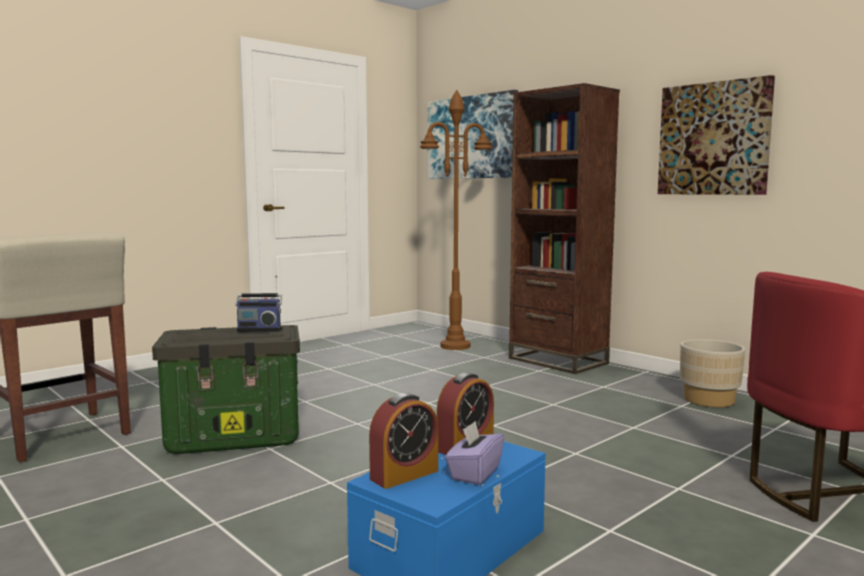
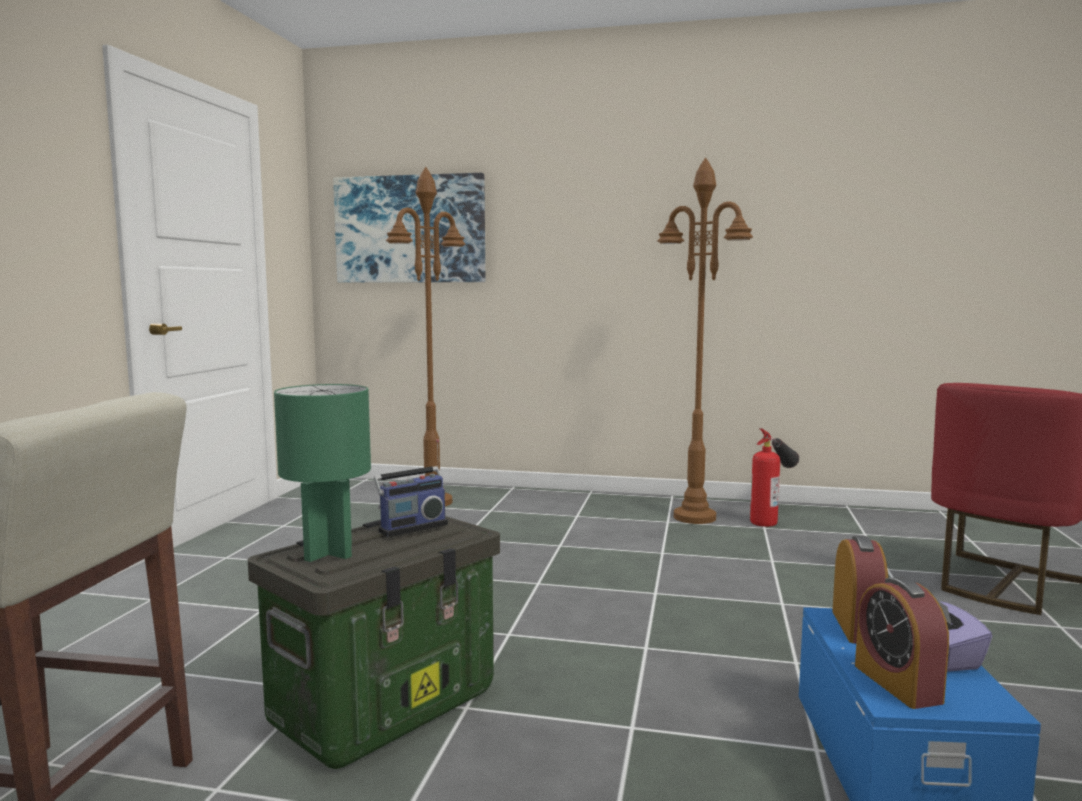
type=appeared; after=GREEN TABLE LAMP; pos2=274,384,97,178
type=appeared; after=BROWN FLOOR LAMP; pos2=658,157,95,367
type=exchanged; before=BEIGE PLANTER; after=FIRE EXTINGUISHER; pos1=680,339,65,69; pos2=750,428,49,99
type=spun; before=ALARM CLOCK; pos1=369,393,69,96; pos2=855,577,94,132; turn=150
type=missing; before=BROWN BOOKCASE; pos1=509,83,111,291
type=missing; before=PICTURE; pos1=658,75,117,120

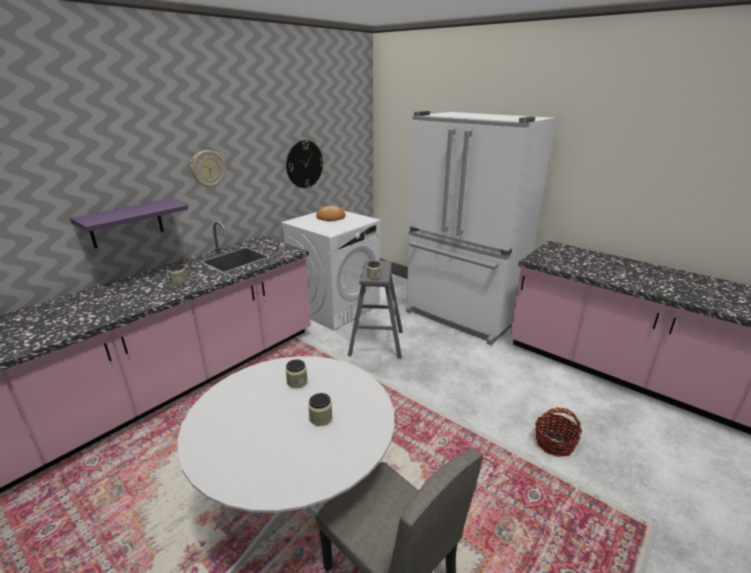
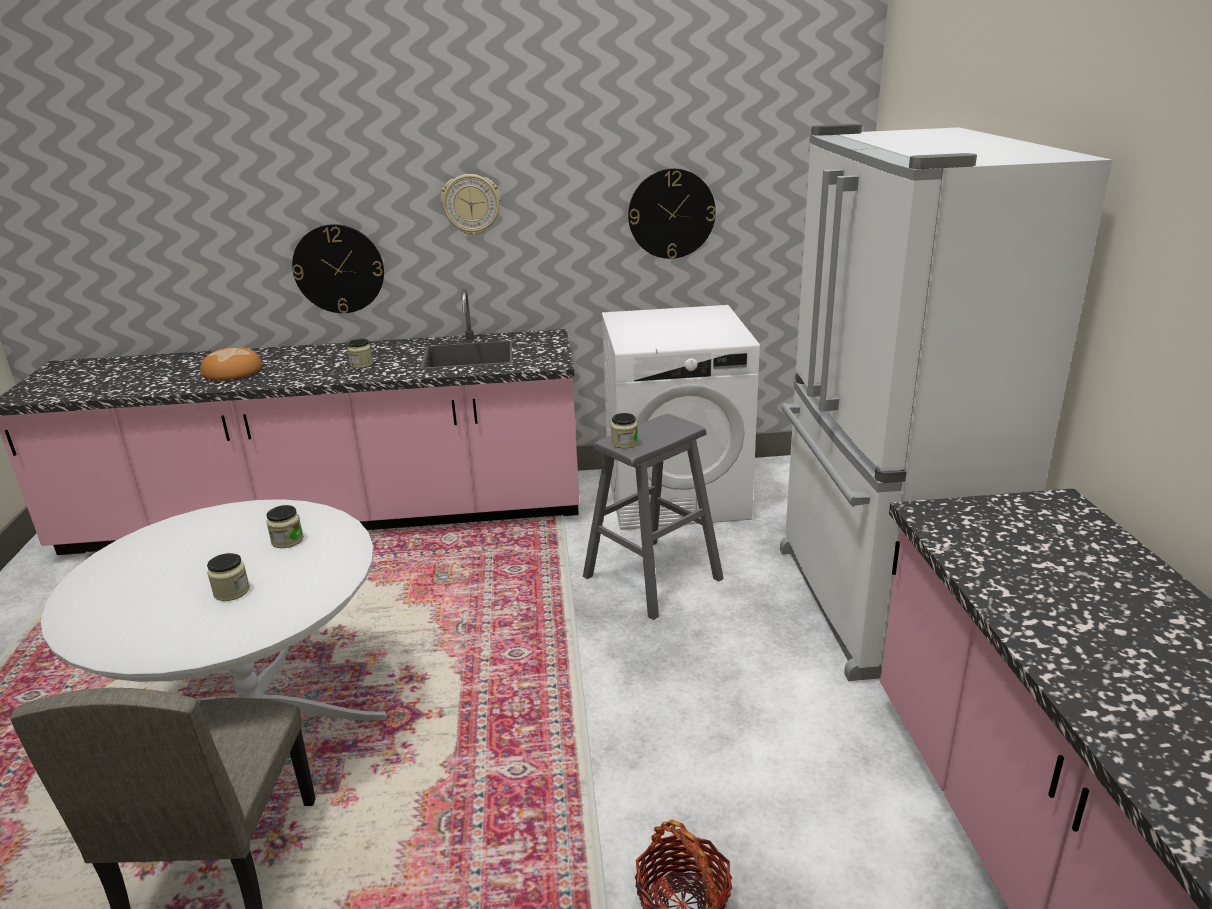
type=relocated; before=BREAD; pos1=316,205,30,16; pos2=200,347,63,34
type=exchanged; before=PURPLE SHELF; after=WALL CLOCK; pos1=70,199,118,49; pos2=292,224,92,89

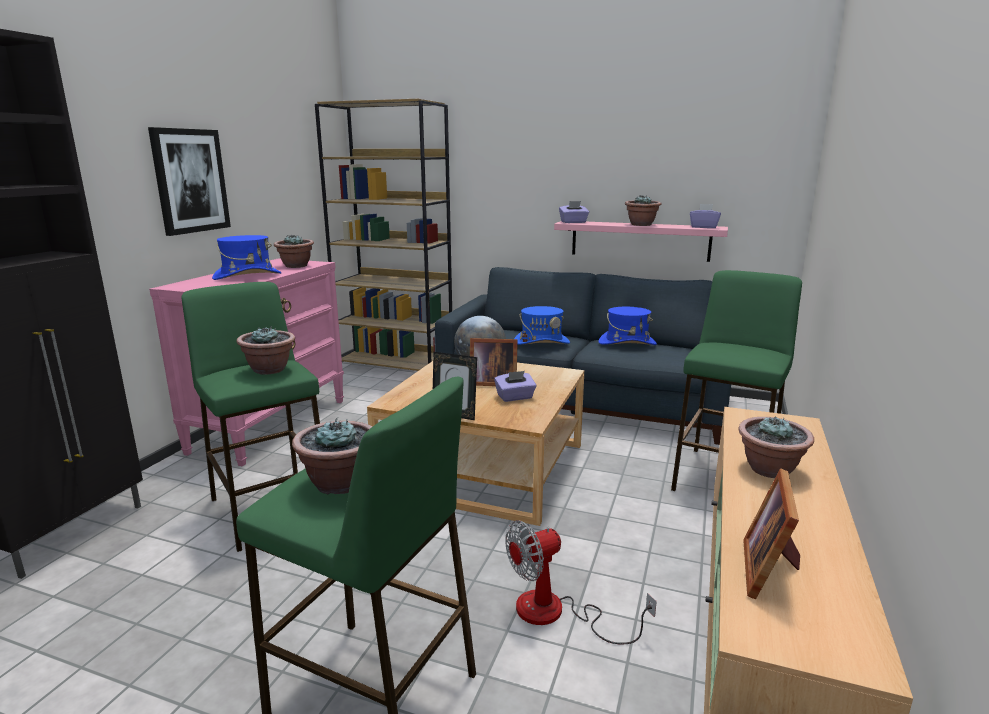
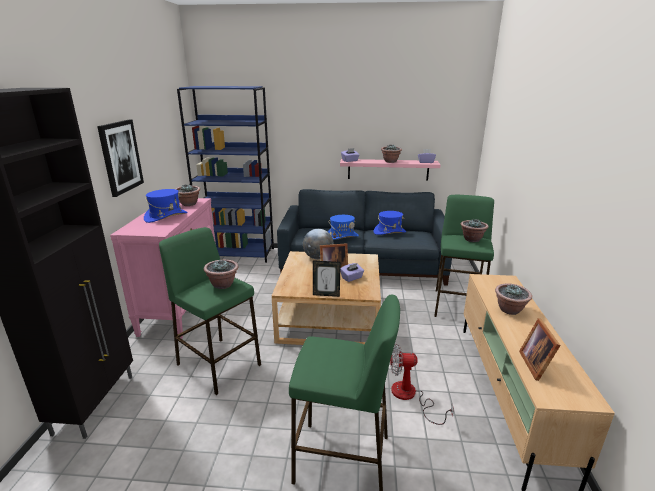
type=colour; before=BROWN BOOKCASE; after=BLUE BOOKCASE; pos1=315,99,137,272; pos2=177,86,97,177
type=spun; before=FAN; pos1=505,520,152,124; pos2=390,344,64,81; turn=45
type=relocated; before=POTTED PLANT; pos1=292,417,81,77; pos2=461,218,28,24

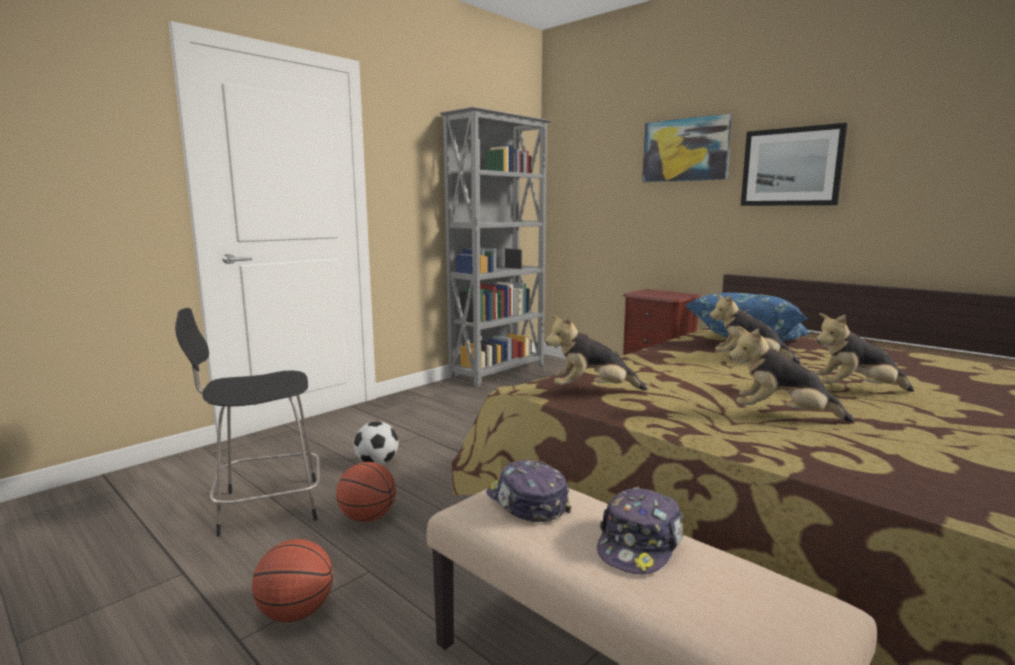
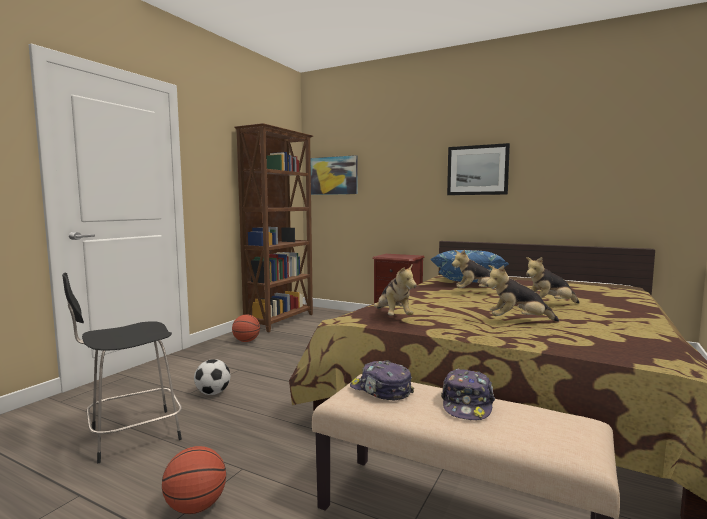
type=relocated; before=BASKETBALL; pos1=336,462,60,60; pos2=232,314,28,28
type=colour; before=GREY BOOKCASE; after=BROWN BOOKCASE; pos1=440,107,112,280; pos2=234,123,79,209
type=relocated; before=PICTURE; pos1=642,113,90,69; pos2=311,155,47,40
type=spun; before=PLUSH TOY; pos1=545,315,102,75; pos2=374,265,43,51; turn=-90

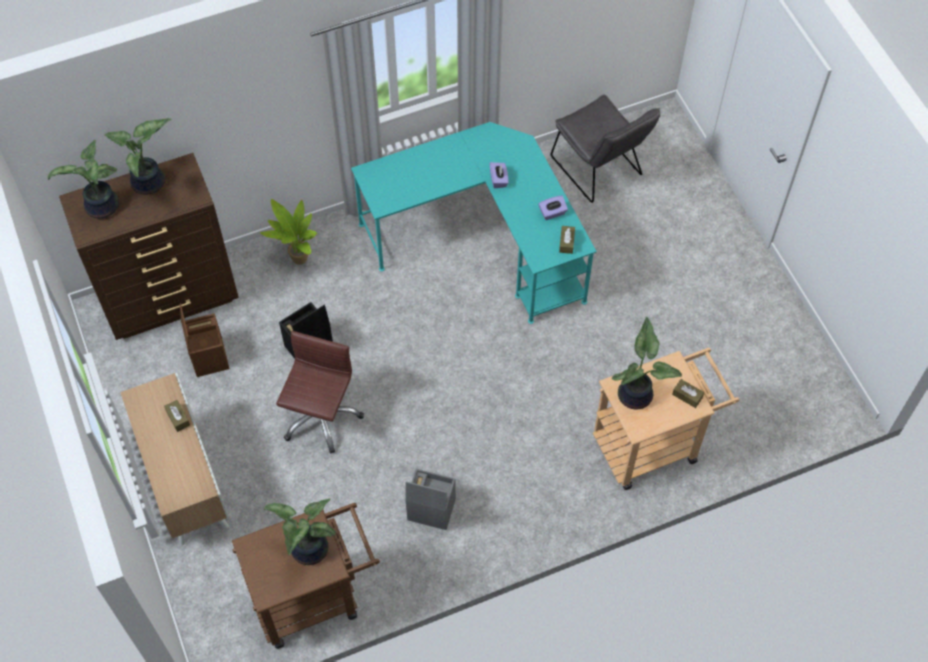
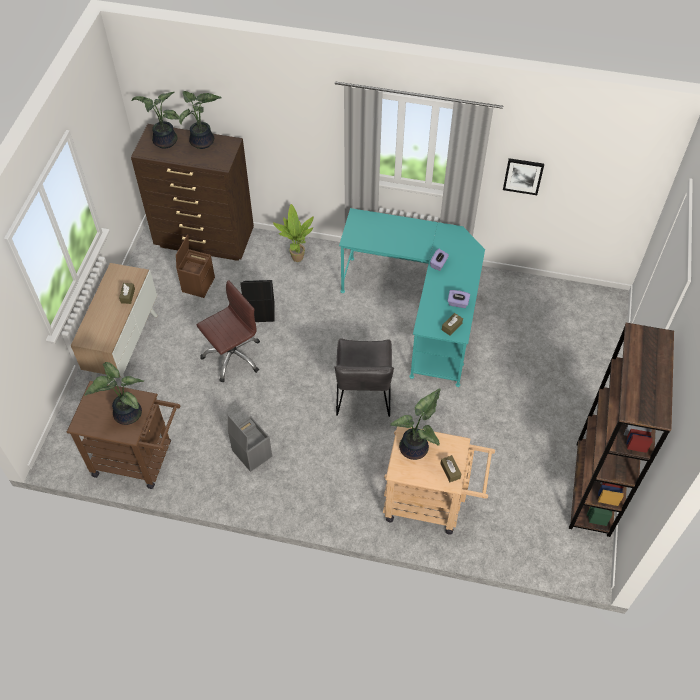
type=relocated; before=GREY CHAIR; pos1=551,95,109,108; pos2=334,339,60,78
type=appeared; after=PICTURE; pos2=503,158,41,37
type=appeared; after=BROWN BOOKCASE; pos2=569,323,105,214

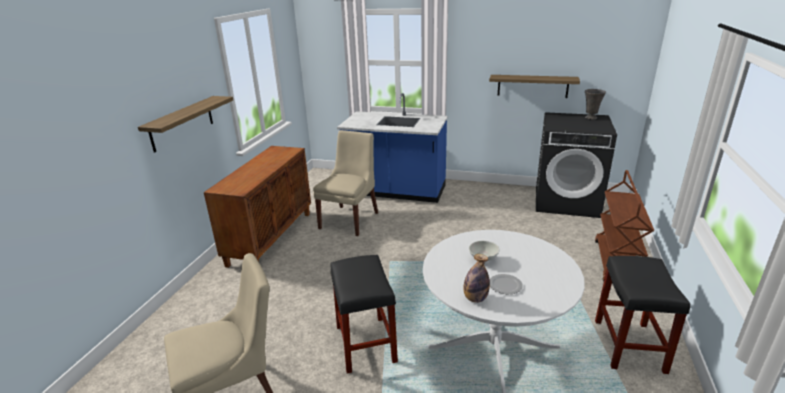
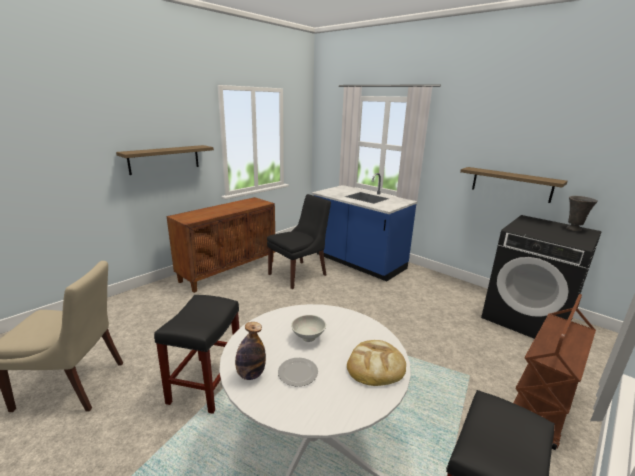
type=colour; before=BEIGE CHAIR; after=BLACK CHAIR; pos1=313,130,65,106; pos2=267,194,64,95
type=appeared; after=BREAD; pos2=347,340,59,46

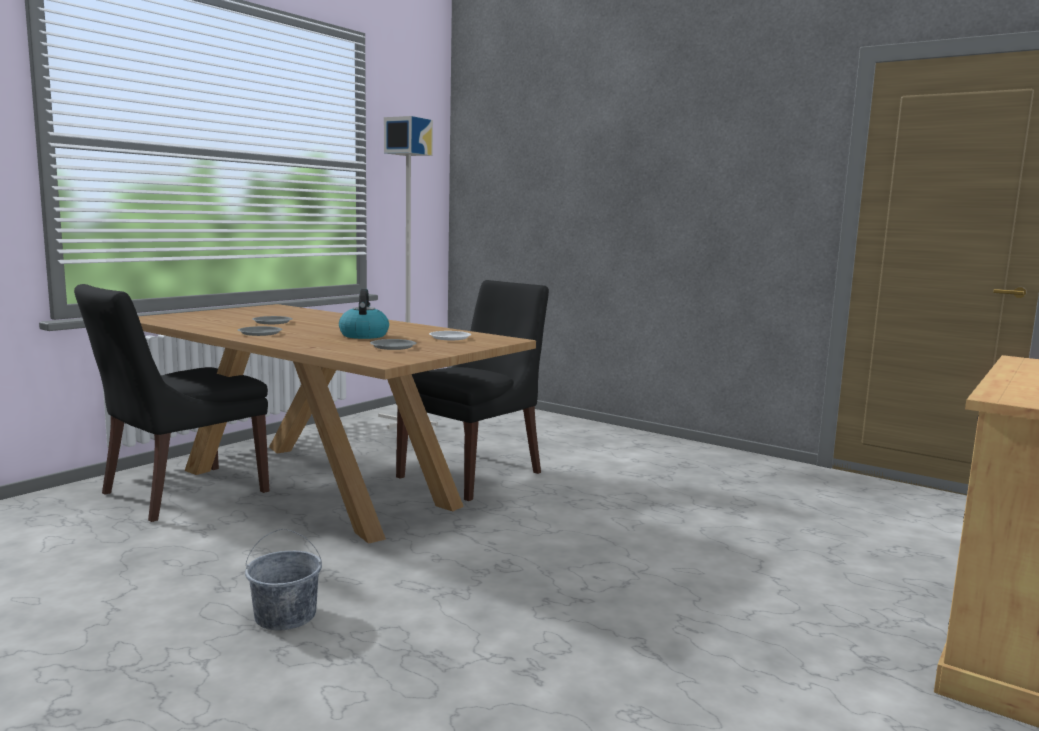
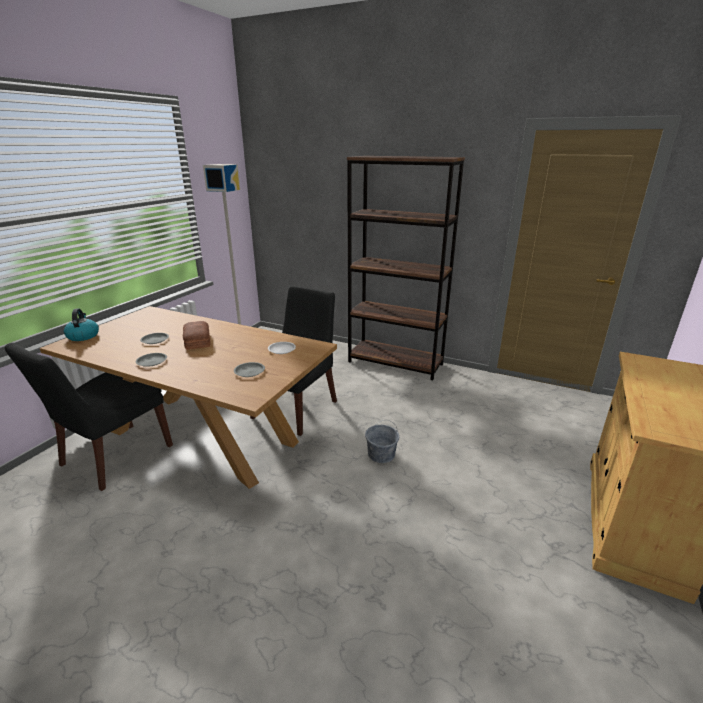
type=relocated; before=KETTLE; pos1=339,289,50,50; pos2=64,308,35,33
type=appeared; after=BREAD; pos2=183,321,27,29
type=appeared; after=BROWN BOOKCASE; pos2=347,156,118,224
type=relocated; before=GREY BUCKET; pos1=245,529,77,101; pos2=365,420,34,43

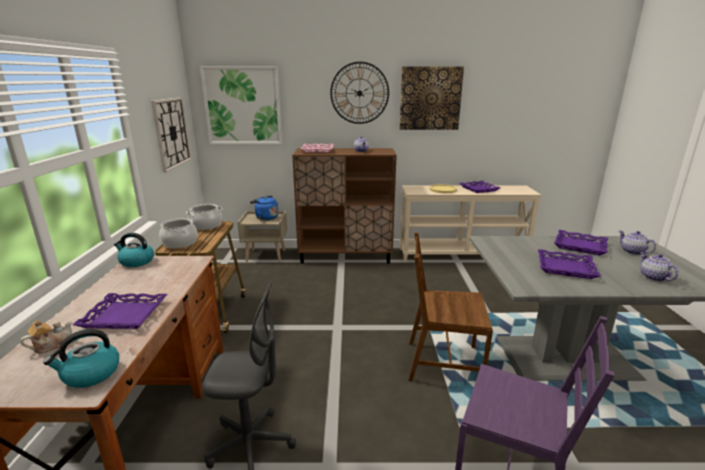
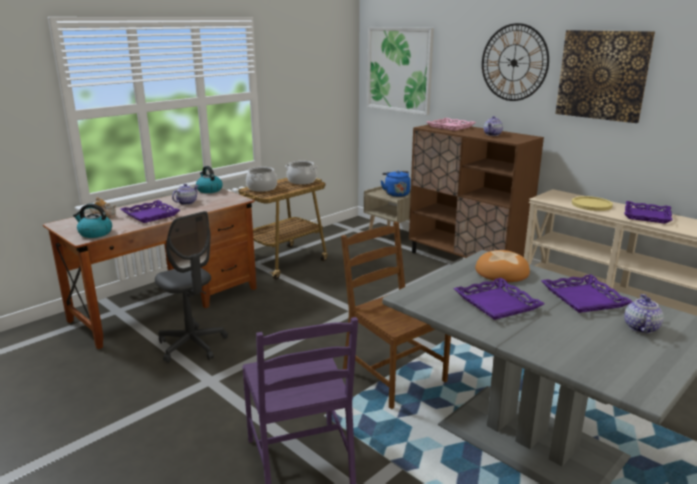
type=relocated; before=TEAPOT; pos1=640,252,39,30; pos2=172,184,27,21
type=appeared; after=BREAD; pos2=475,250,55,32
type=missing; before=WALL CLOCK; pos1=151,97,40,76

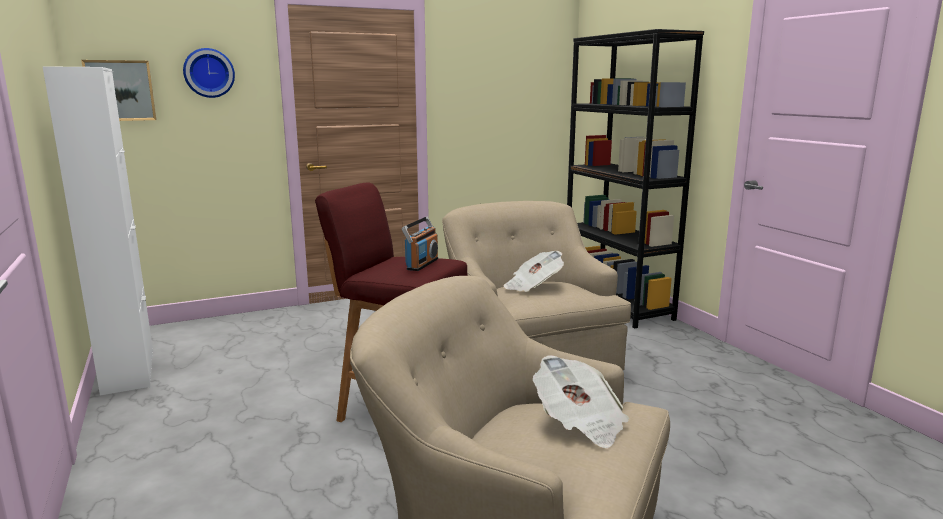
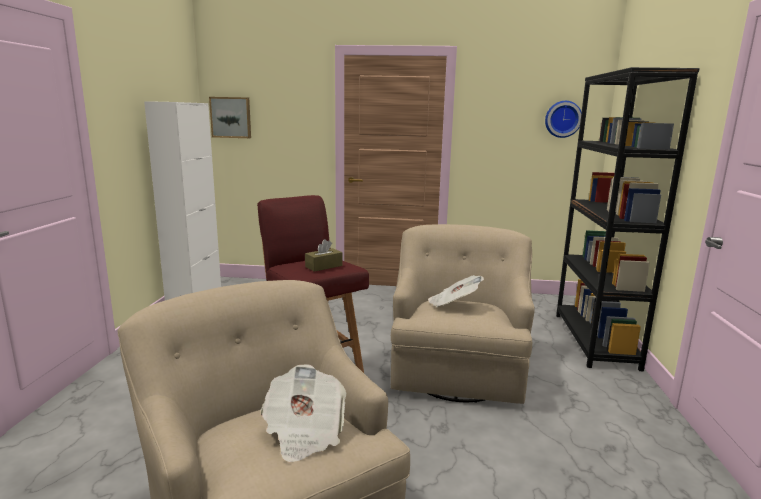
type=exchanged; before=RADIO; after=BROWN TISSUE BOX; pos1=402,217,36,54; pos2=305,239,37,33
type=relocated; before=WALL CLOCK; pos1=183,48,52,50; pos2=545,101,36,37

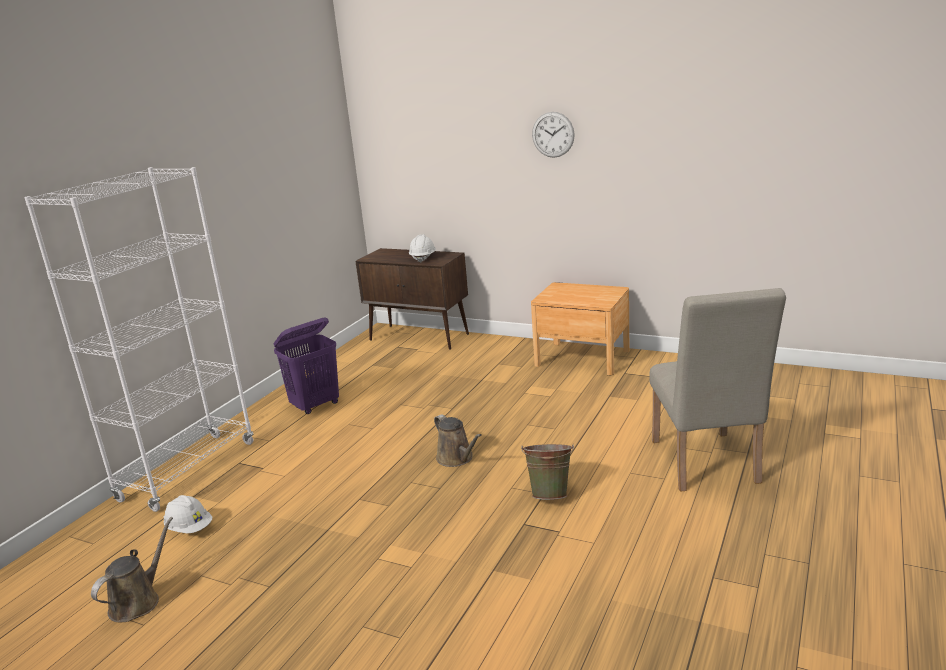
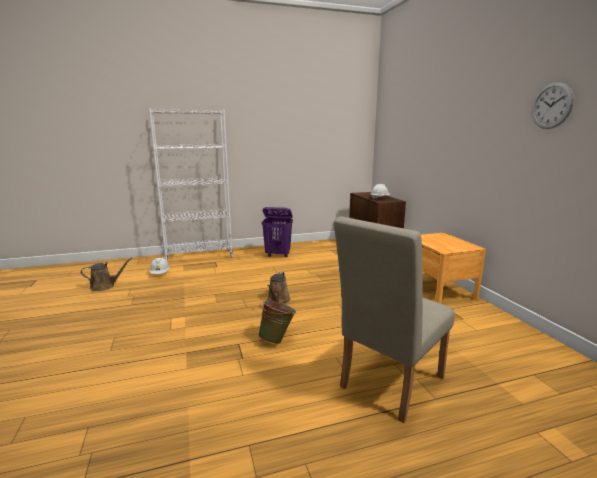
type=relocated; before=WALL CLOCK; pos1=532,112,43,46; pos2=532,82,42,47

